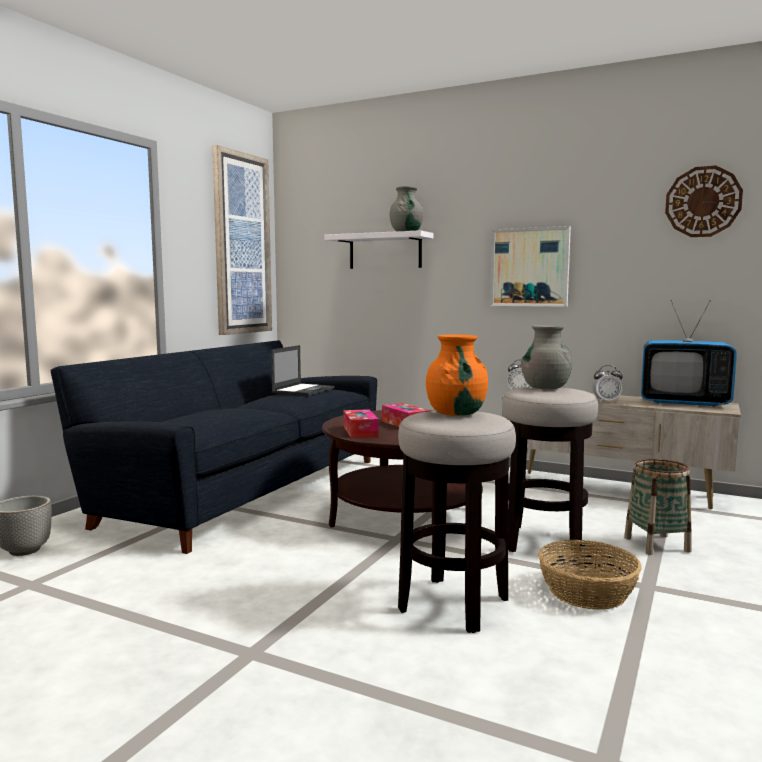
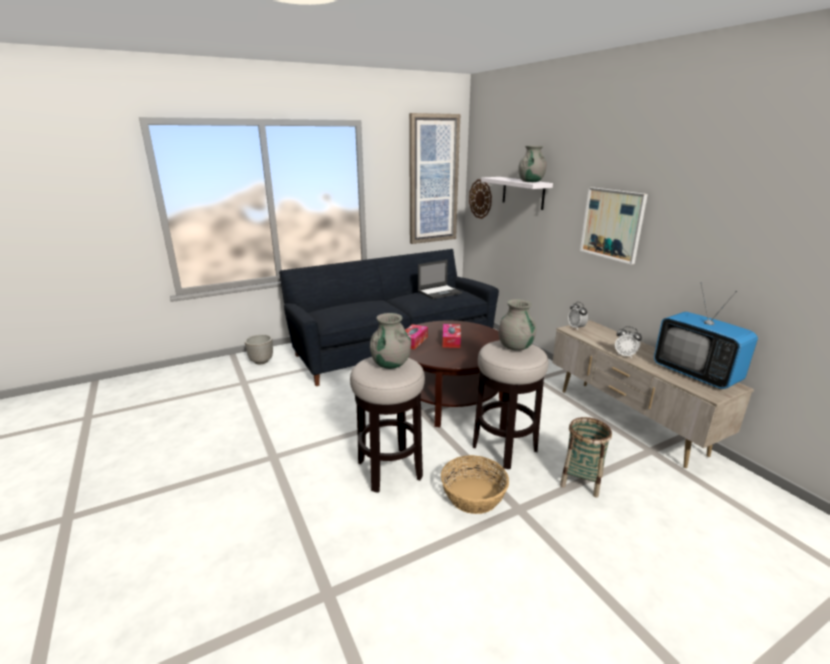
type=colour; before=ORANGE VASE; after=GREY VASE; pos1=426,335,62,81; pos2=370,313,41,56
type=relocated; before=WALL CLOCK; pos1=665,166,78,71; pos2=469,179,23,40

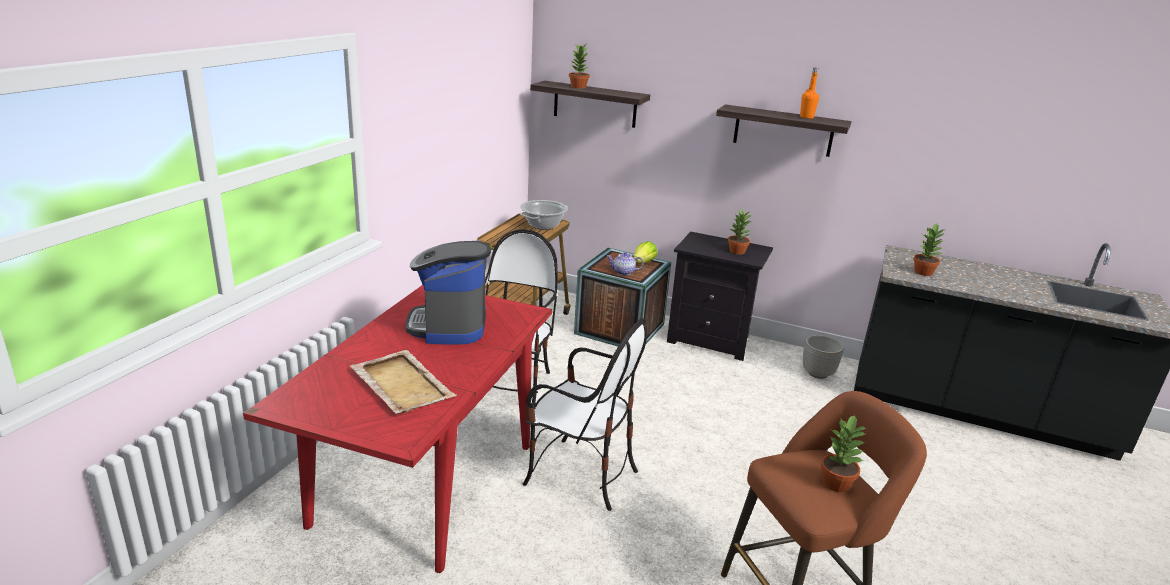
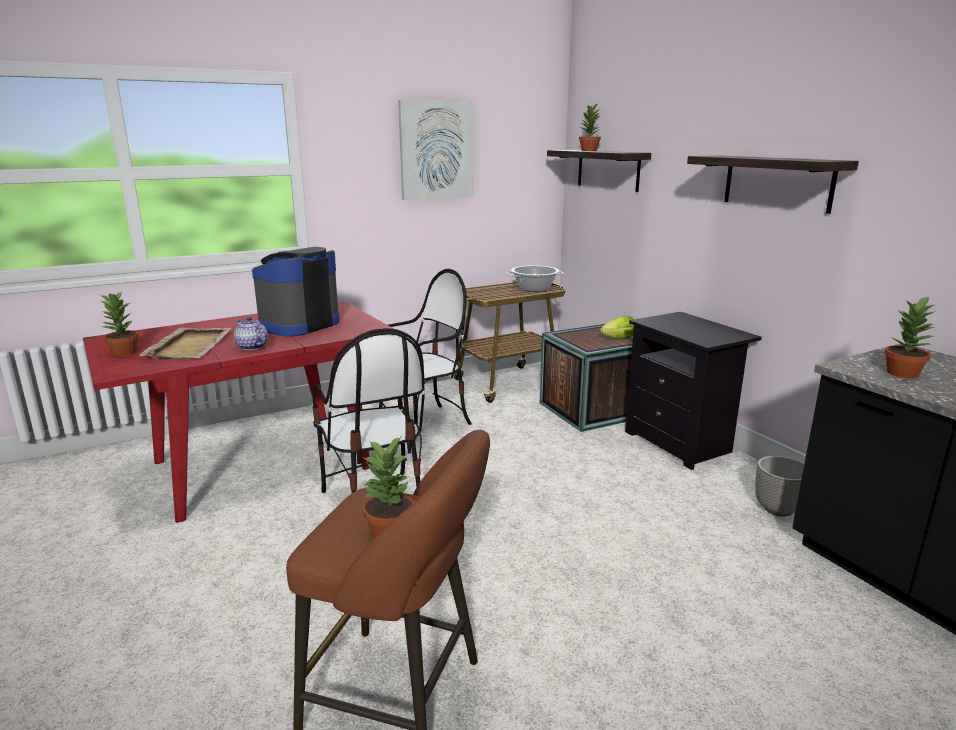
type=relocated; before=POTTED PLANT; pos1=728,209,24,46; pos2=99,291,40,65
type=relocated; before=TEAPOT; pos1=607,252,36,23; pos2=234,317,34,33
type=appeared; after=PICTURE; pos2=398,100,75,100
type=missing; before=ORANGE BOTTLE; pos1=800,68,19,51

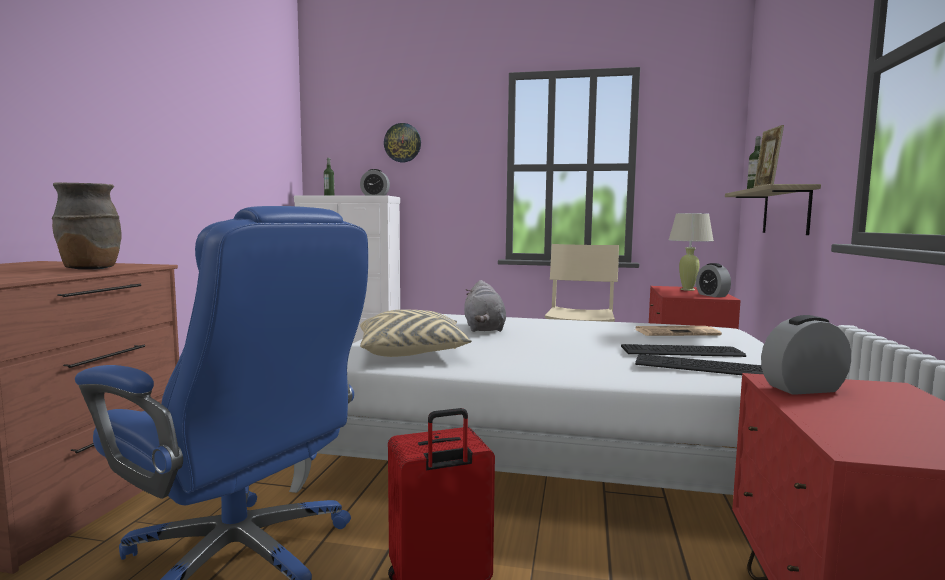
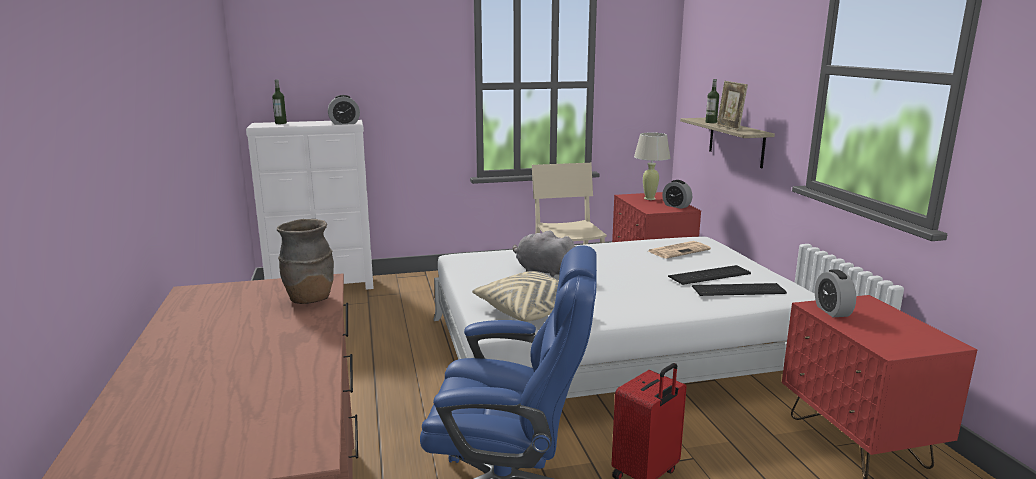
type=spun; before=GREY PLUSH TOY; pos1=464,280,42,52; pos2=513,231,63,46; turn=150
type=spun; before=ALARM CLOCK; pos1=761,315,90,80; pos2=815,269,41,48; turn=-60
type=missing; before=WALL CLOCK; pos1=384,123,37,39

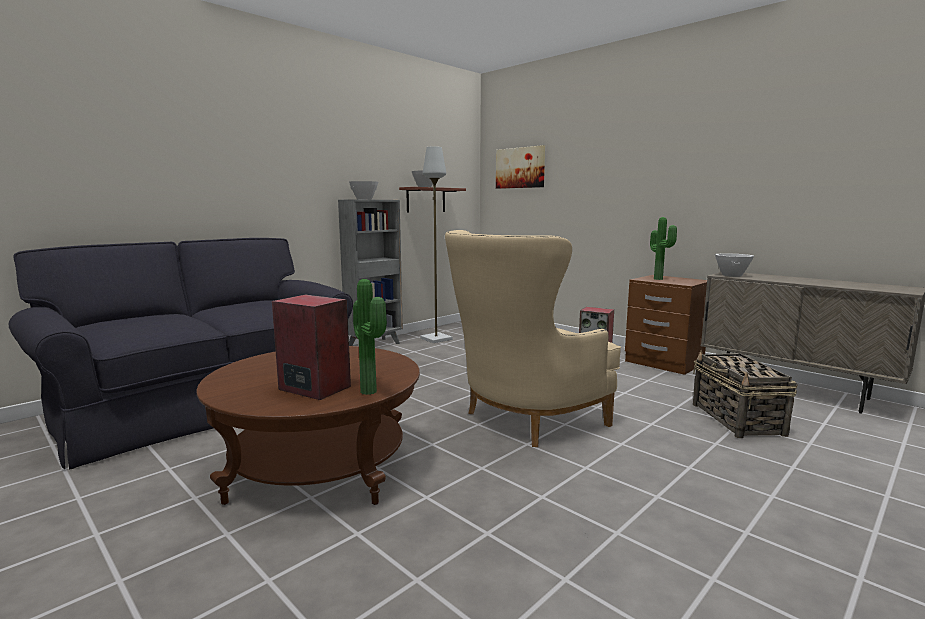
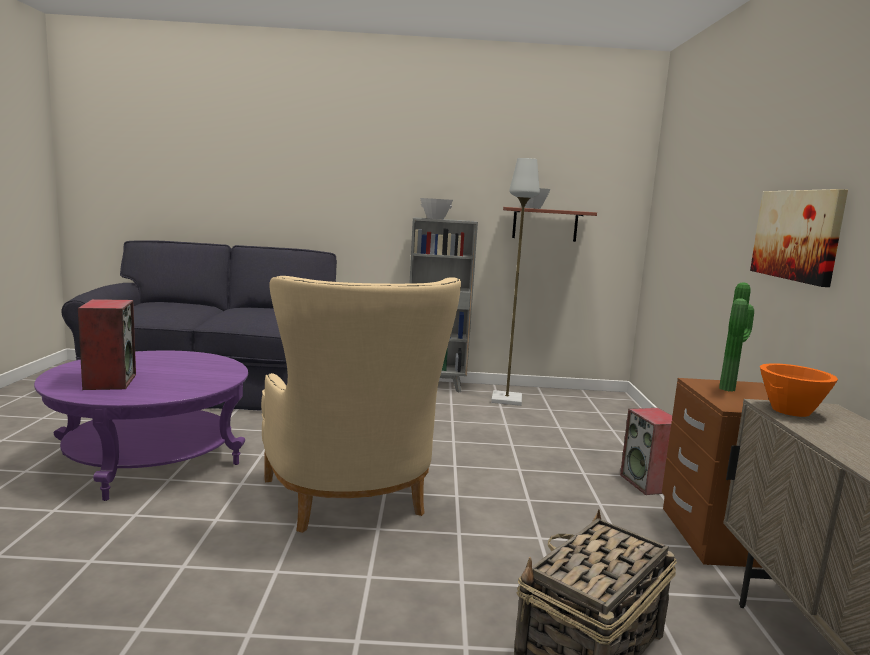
type=colour; before=BROWN COFFEE TABLE; after=PURPLE COFFEE TABLE; pos1=197,346,223,159; pos2=34,351,214,150
type=spun; before=BEIGE ARMCHAIR; pos1=445,230,176,217; pos2=261,276,200,257; turn=-120
type=relocated; before=PICTURE; pos1=496,145,49,44; pos2=750,189,98,98
type=colour; before=WHITE BOWL; after=ORANGE BOWL; pos1=715,253,39,24; pos2=760,363,78,54
type=missing; before=POTTED PLANT; pos1=353,279,34,116

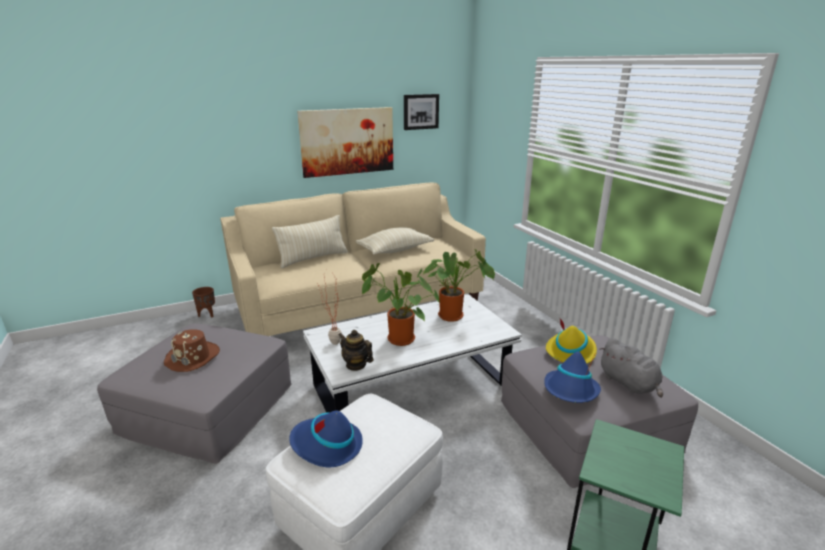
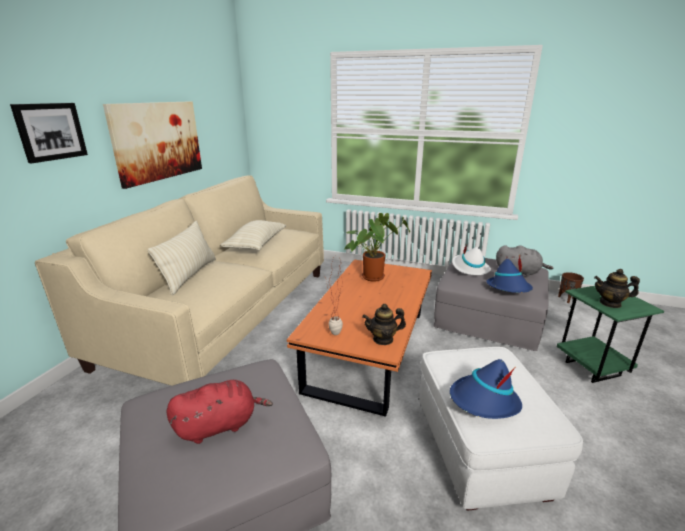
type=relocated; before=PICTURE; pos1=404,94,35,36; pos2=10,103,78,60
type=exchanged; before=BROWN HAT; after=RED PLUSH TOY; pos1=164,329,56,43; pos2=166,380,107,64
type=colour; before=WHITE COFFEE TABLE; after=ORANGE COFFEE TABLE; pos1=303,294,219,119; pos2=287,260,145,157
type=colour; before=YELLOW HAT; after=WHITE HAT; pos1=546,319,51,45; pos2=452,245,39,31
type=relocated; before=BROWN PLANTER; pos1=192,287,23,30; pos2=558,272,26,31
type=appeared; after=TEAPOT; pos2=594,269,46,39
type=missing; before=POTTED PLANT; pos1=362,263,78,83

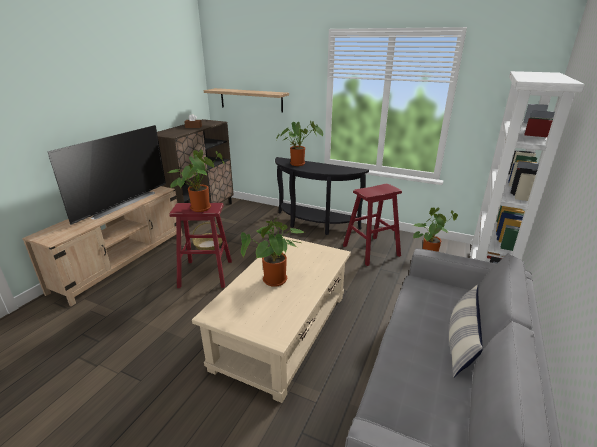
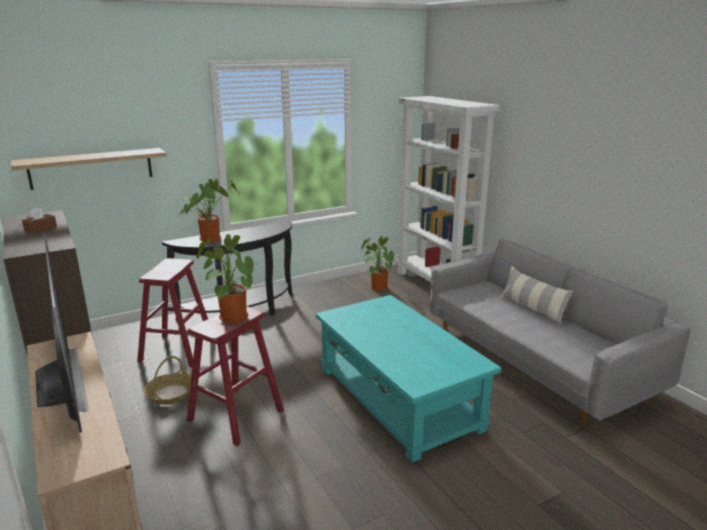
type=relocated; before=RED STOOL; pos1=343,184,59,82; pos2=137,258,71,109
type=colour; before=BEIGE COFFEE TABLE; after=TURQUOISE COFFEE TABLE; pos1=192,236,159,167; pos2=316,295,186,168
type=missing; before=POTTED PLANT; pos1=241,218,64,69

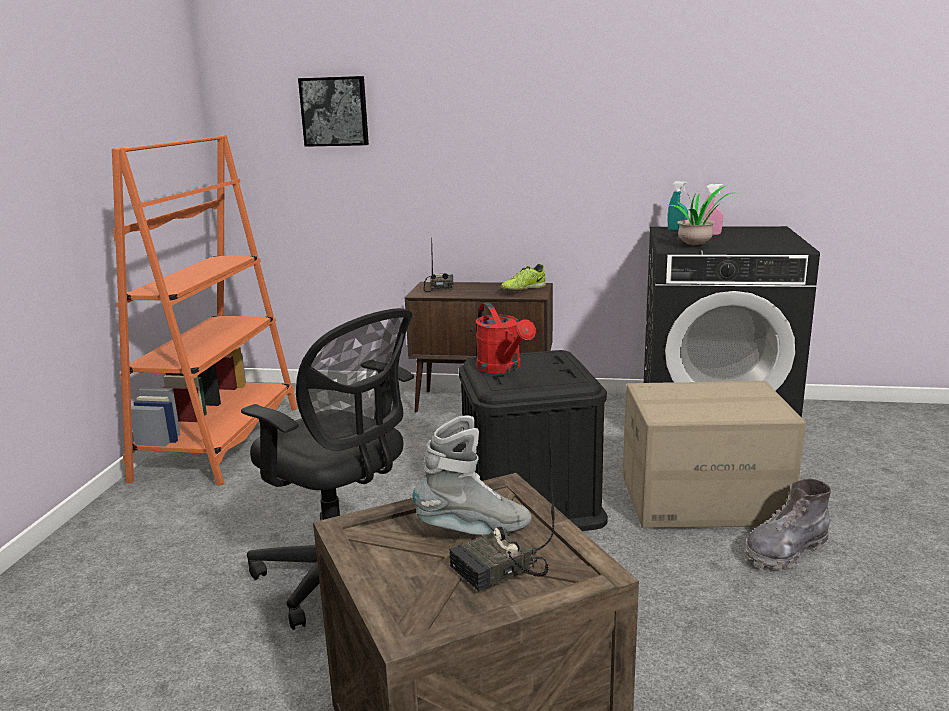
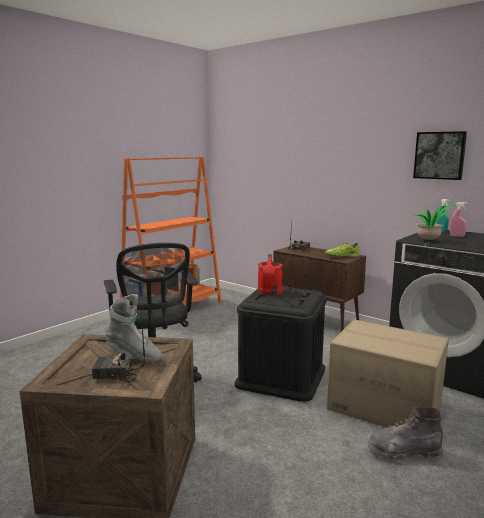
type=relocated; before=PICTURE; pos1=298,76,71,71; pos2=413,131,54,49

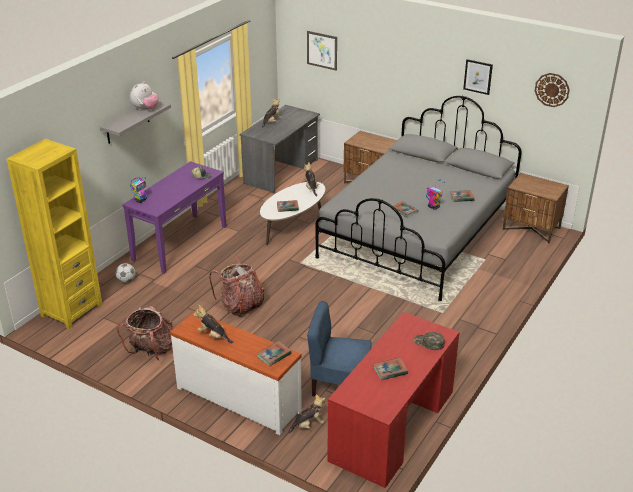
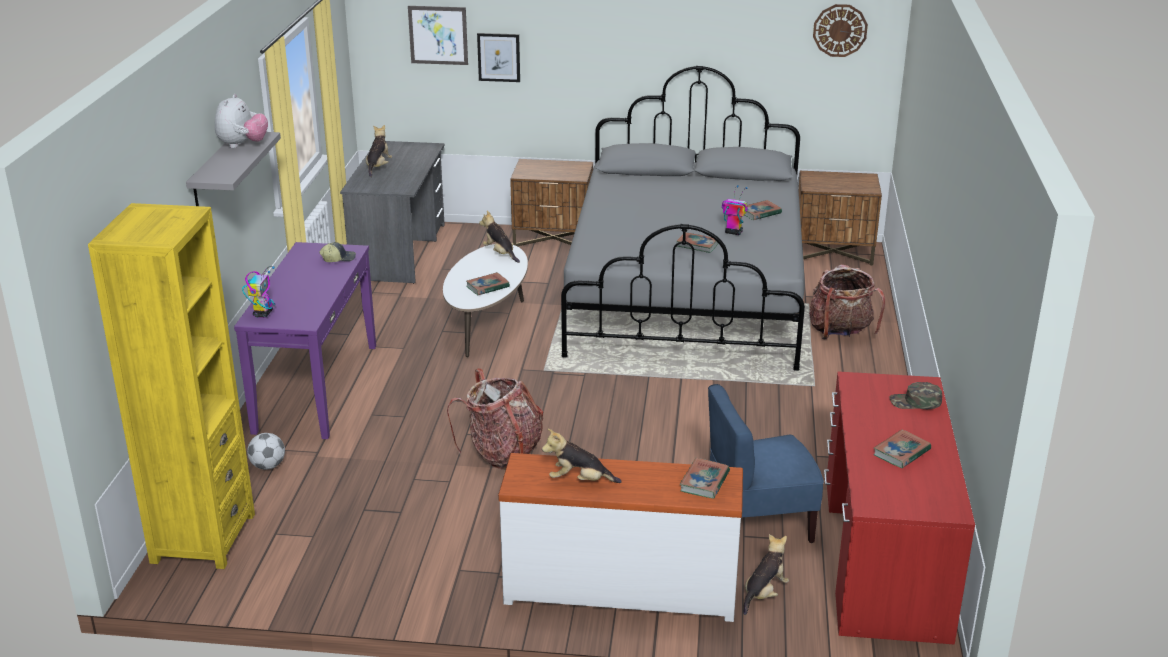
type=relocated; before=PICTURE; pos1=463,59,30,36; pos2=477,33,43,49
type=relocated; before=BACKPACK; pos1=117,306,56,54; pos2=809,264,76,75

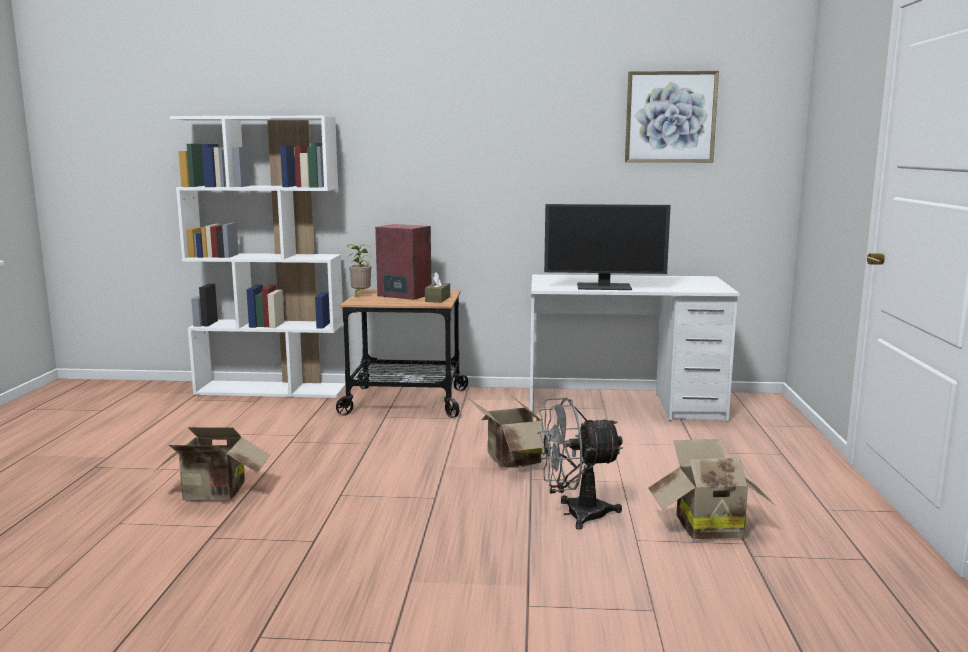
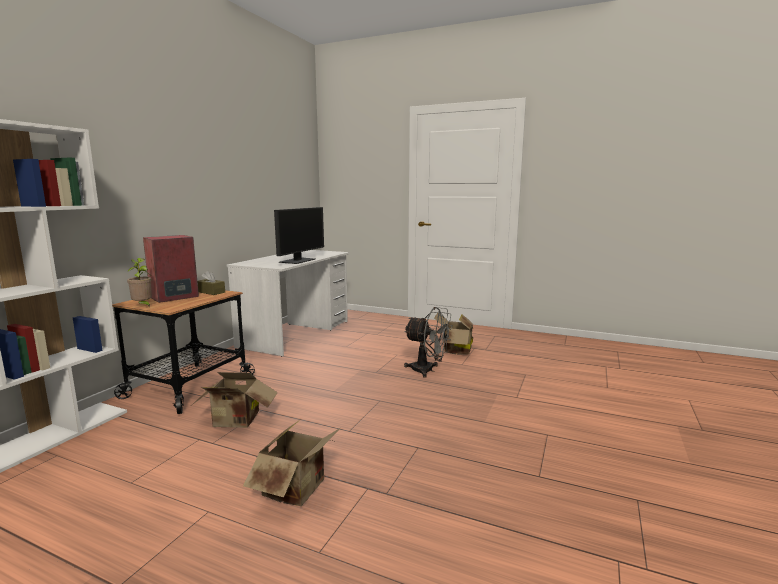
type=relocated; before=CARDBOARD BOX; pos1=470,394,76,74; pos2=192,372,86,56
type=spun; before=GREY FAN; pos1=537,397,86,132; pos2=404,307,48,71; turn=-75
type=missing; before=PICTURE; pos1=625,71,94,91

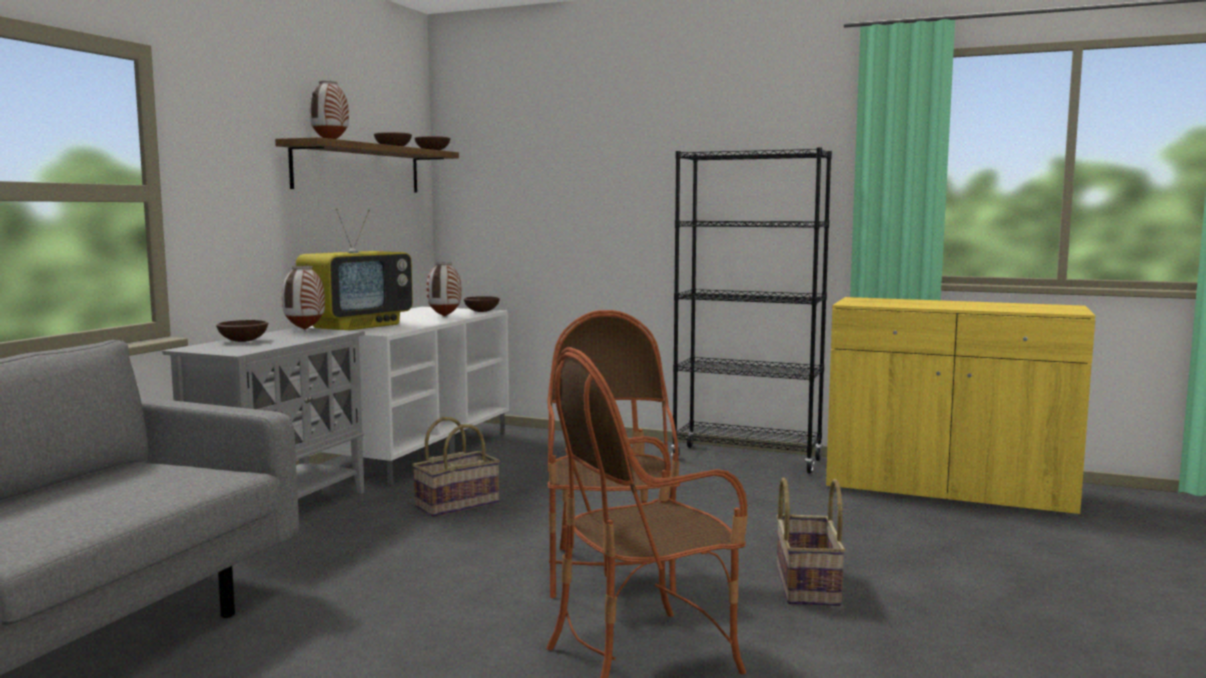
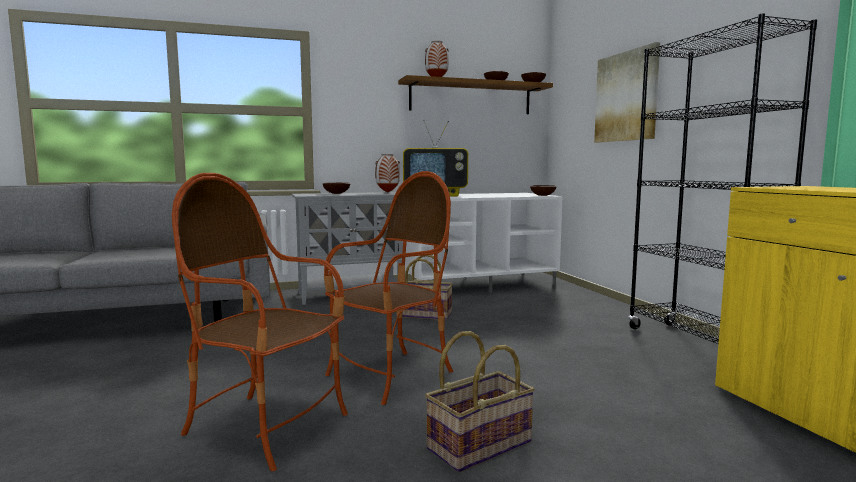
type=appeared; after=PICTURE; pos2=594,42,66,101
type=missing; before=VASE; pos1=426,262,36,54

